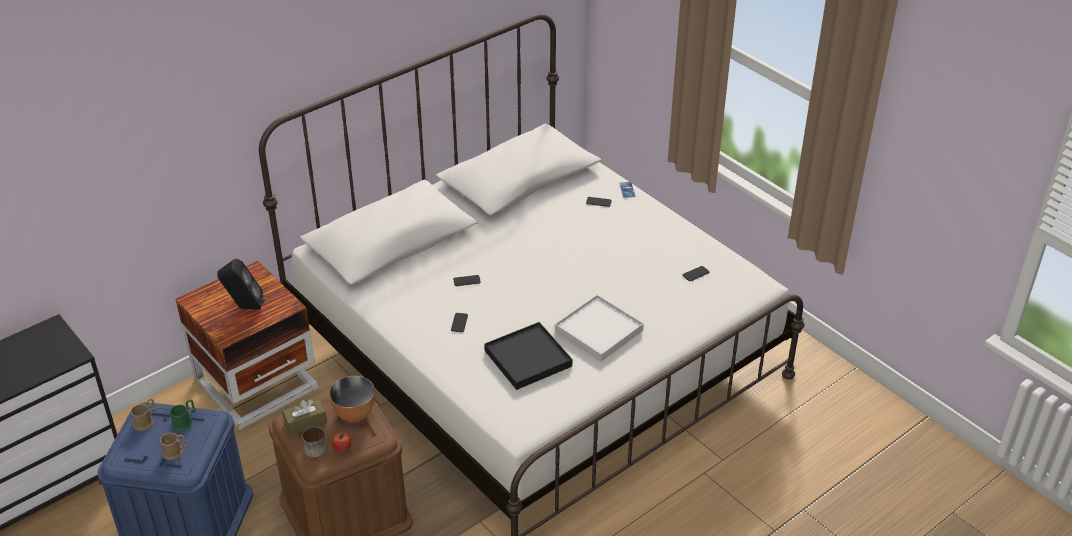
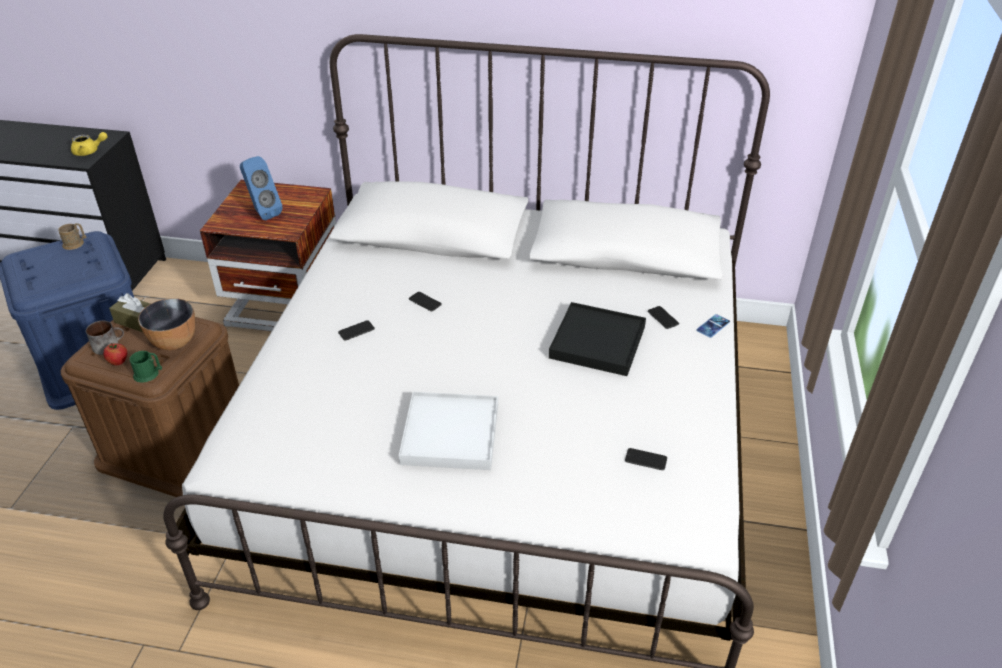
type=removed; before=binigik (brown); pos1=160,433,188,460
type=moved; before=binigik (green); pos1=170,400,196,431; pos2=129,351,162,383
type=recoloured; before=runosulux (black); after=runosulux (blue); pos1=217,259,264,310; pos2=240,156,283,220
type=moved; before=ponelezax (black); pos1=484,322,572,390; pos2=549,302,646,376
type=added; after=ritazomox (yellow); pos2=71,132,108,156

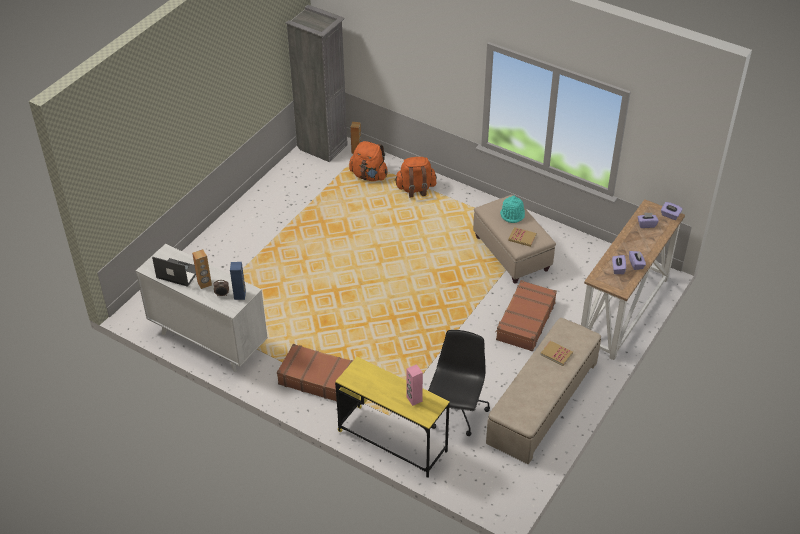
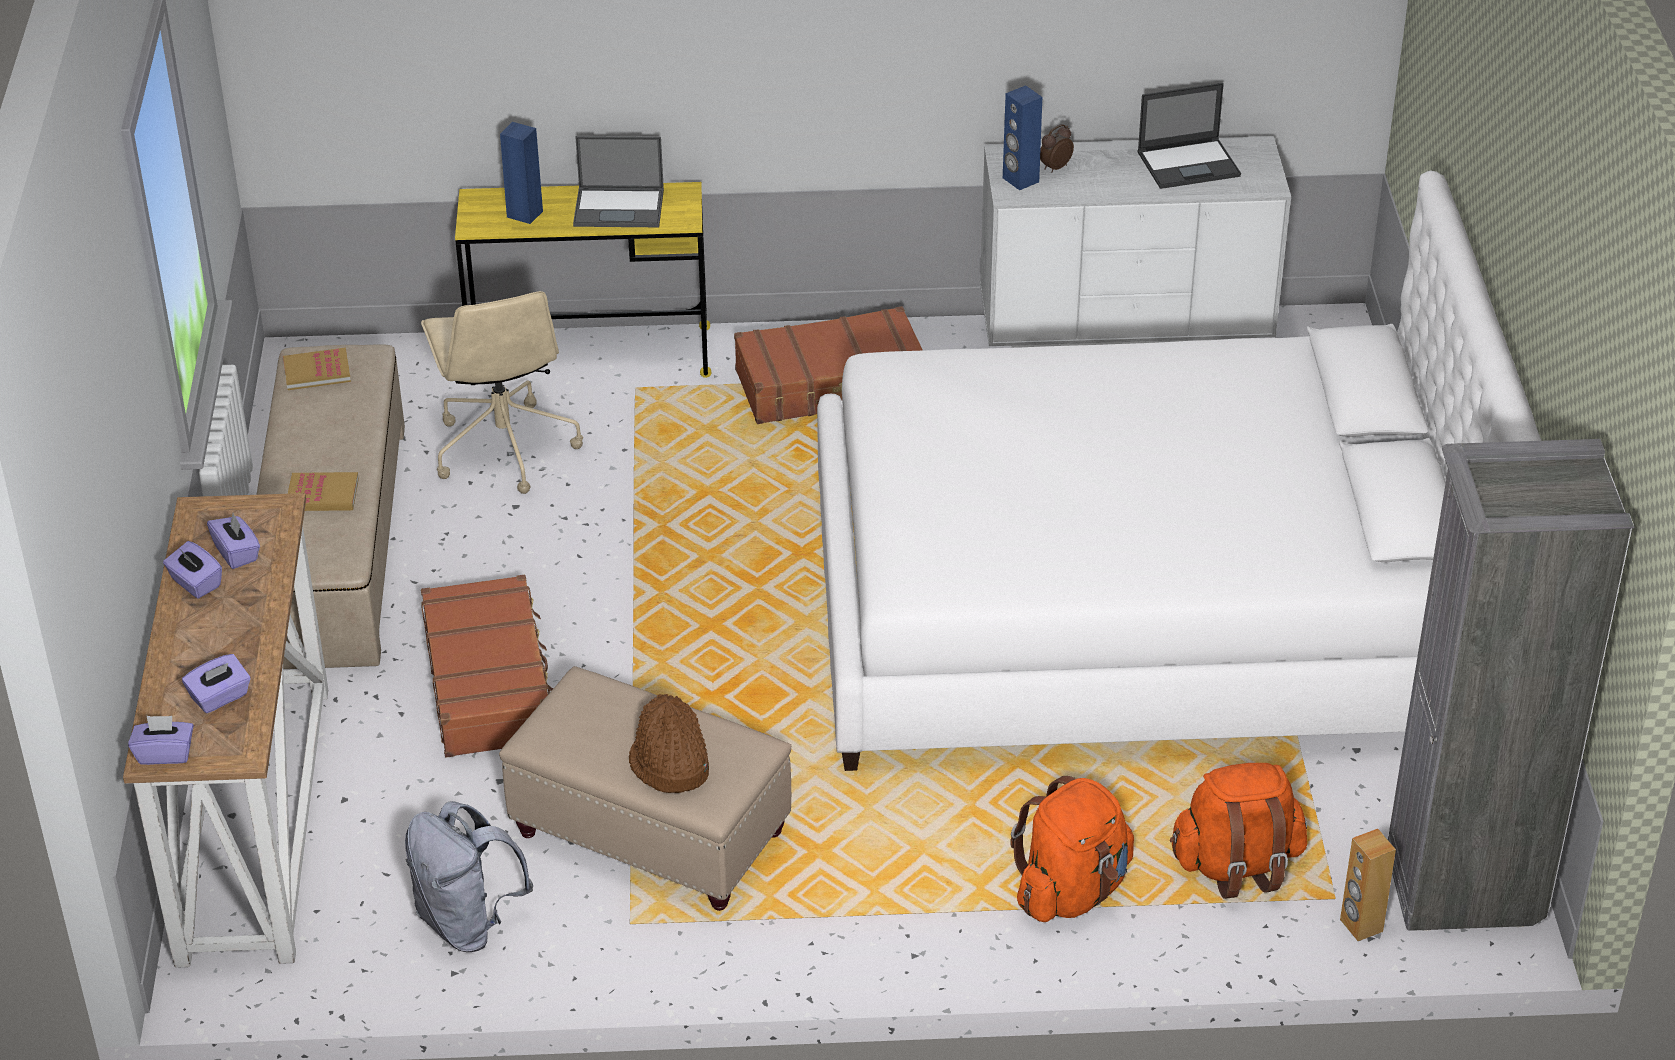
type=removed; before=runosulux (brown); pos1=192,249,212,289
type=recoloured; before=runosulux (pink); after=runosulux (blue); pos1=407,364,423,406; pos2=500,122,543,224
type=recoloured; before=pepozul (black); after=pepozul (beige); pos1=428,330,490,436; pos2=421,291,583,494
type=recoloured; before=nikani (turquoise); after=nikani (brown); pos1=500,196,525,223; pos2=629,694,709,793
type=moved; before=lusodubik; pos1=508,227,537,247; pos2=283,348,351,390
type=added; after=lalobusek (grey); pos2=405,801,533,952
type=added; after=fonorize; pos2=573,136,664,227
type=added; after=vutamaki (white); pos2=817,170,1541,771

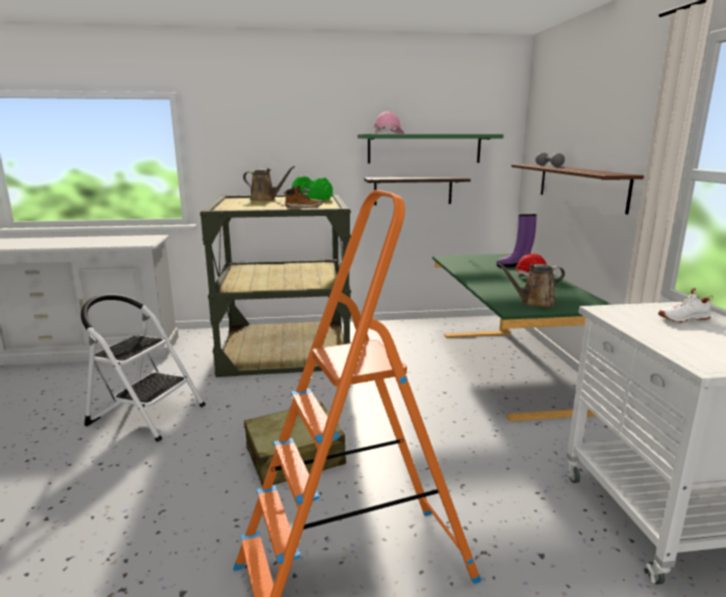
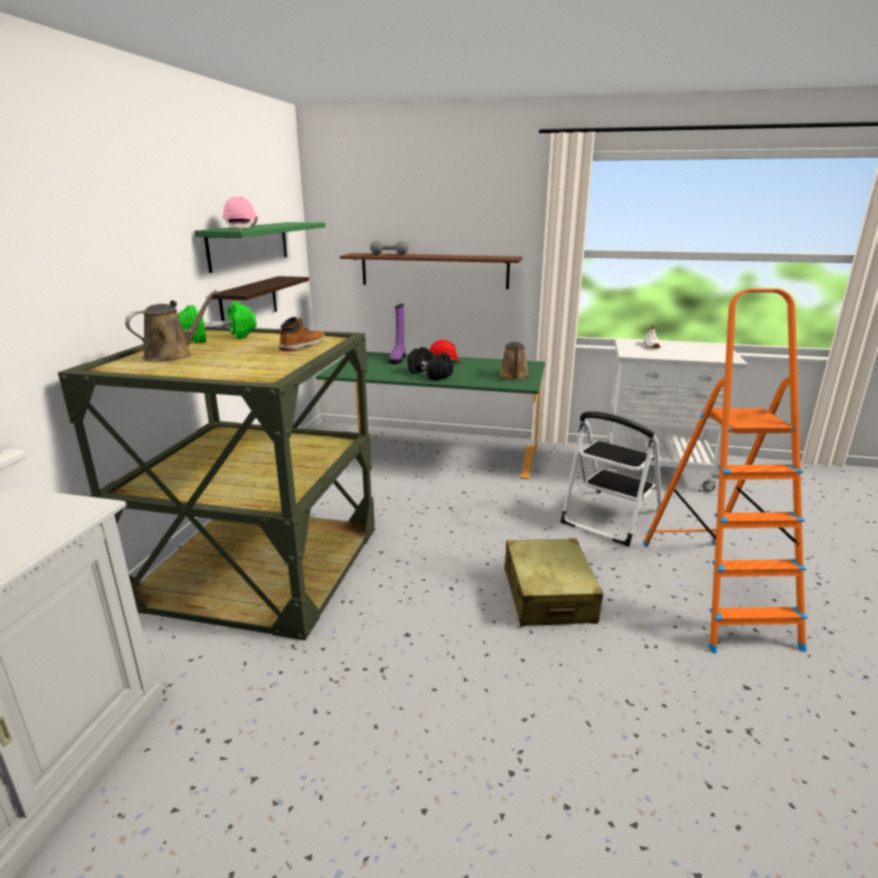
type=moved; before=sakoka; pos1=81,294,206,442; pos2=561,412,662,546
type=added; after=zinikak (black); pos2=407,347,453,381

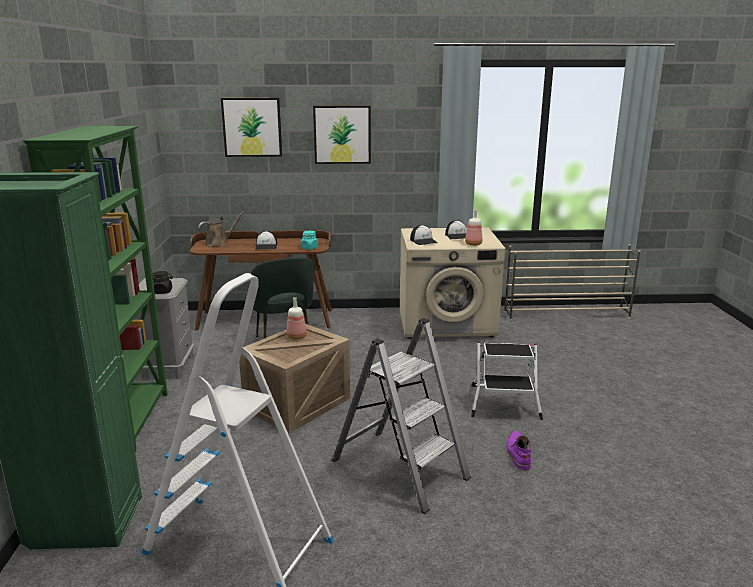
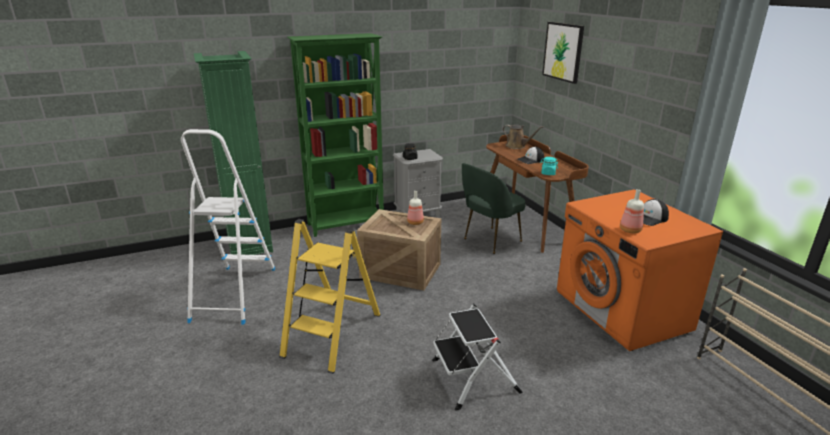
type=removed; before=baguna; pos1=313,105,371,164
type=recoloured; before=sakoka (grey); after=sakoka (yellow); pos1=332,318,471,514; pos2=279,219,381,374
type=recoloured; before=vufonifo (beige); after=vufonifo (orange); pos1=400,228,505,339; pos2=557,189,723,351
type=removed; before=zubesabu; pos1=410,225,438,245
type=removed; before=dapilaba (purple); pos1=506,431,531,470

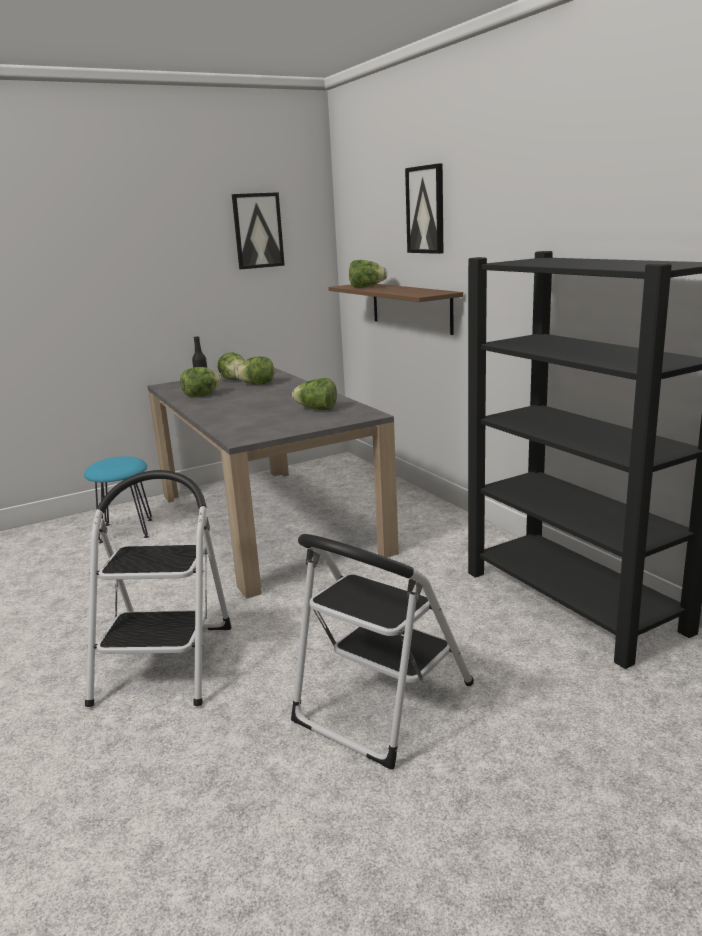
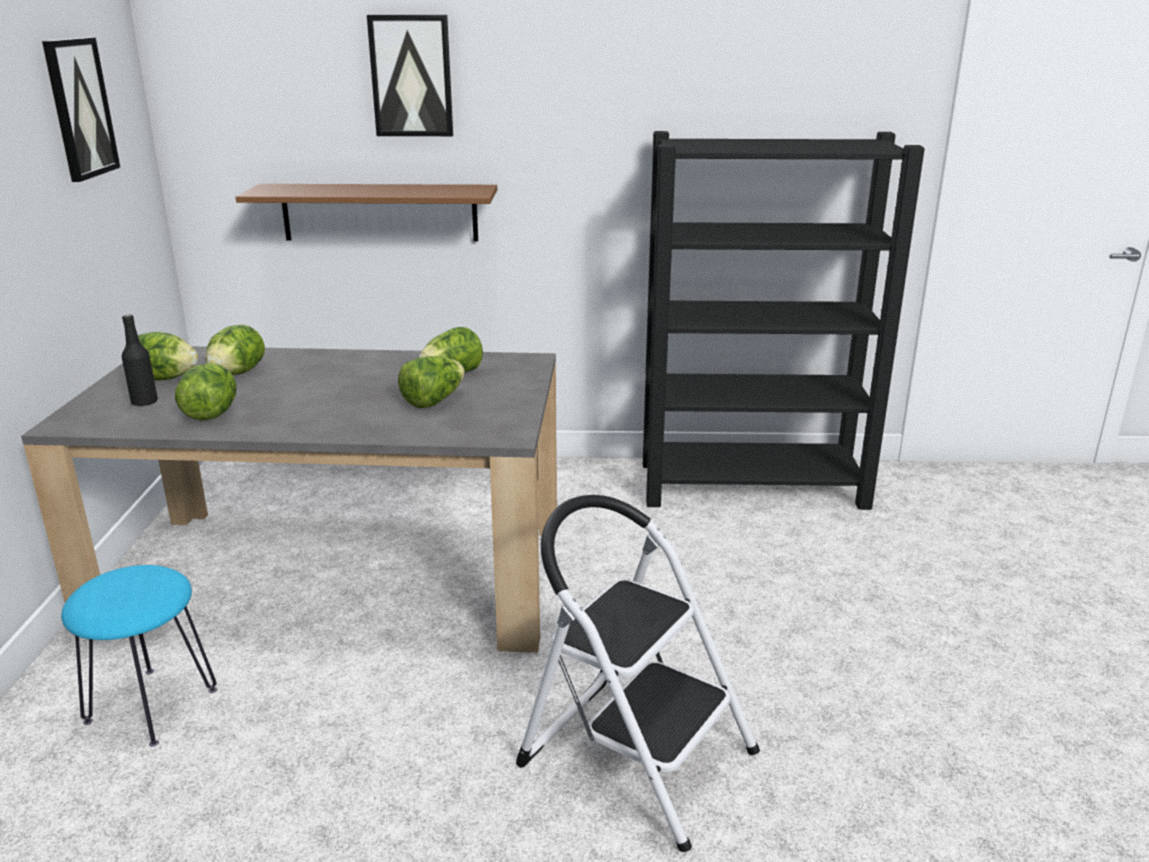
type=removed; before=sakoka; pos1=291,534,474,770
type=moved; before=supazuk; pos1=349,260,387,288; pos2=398,356,465,408

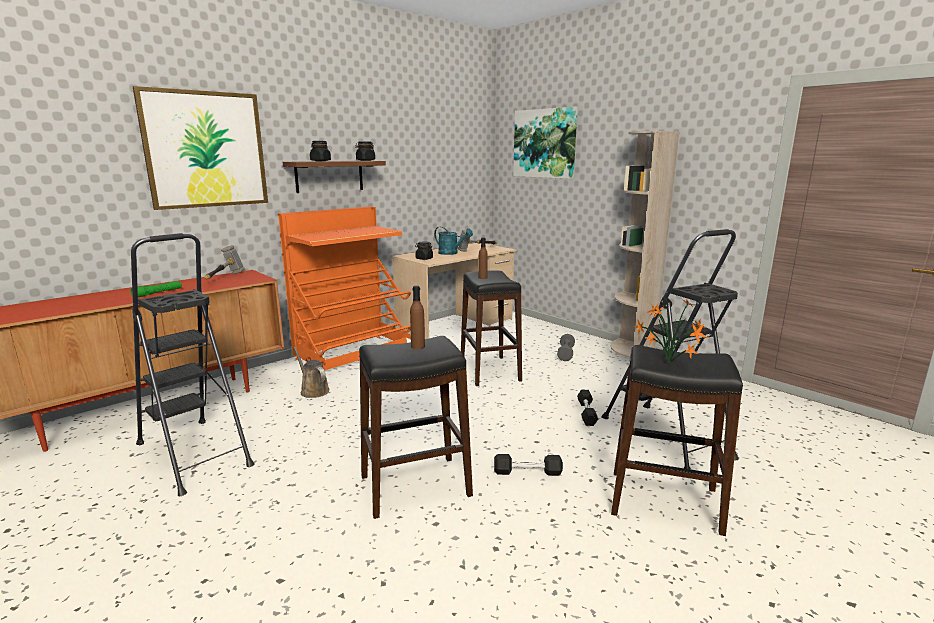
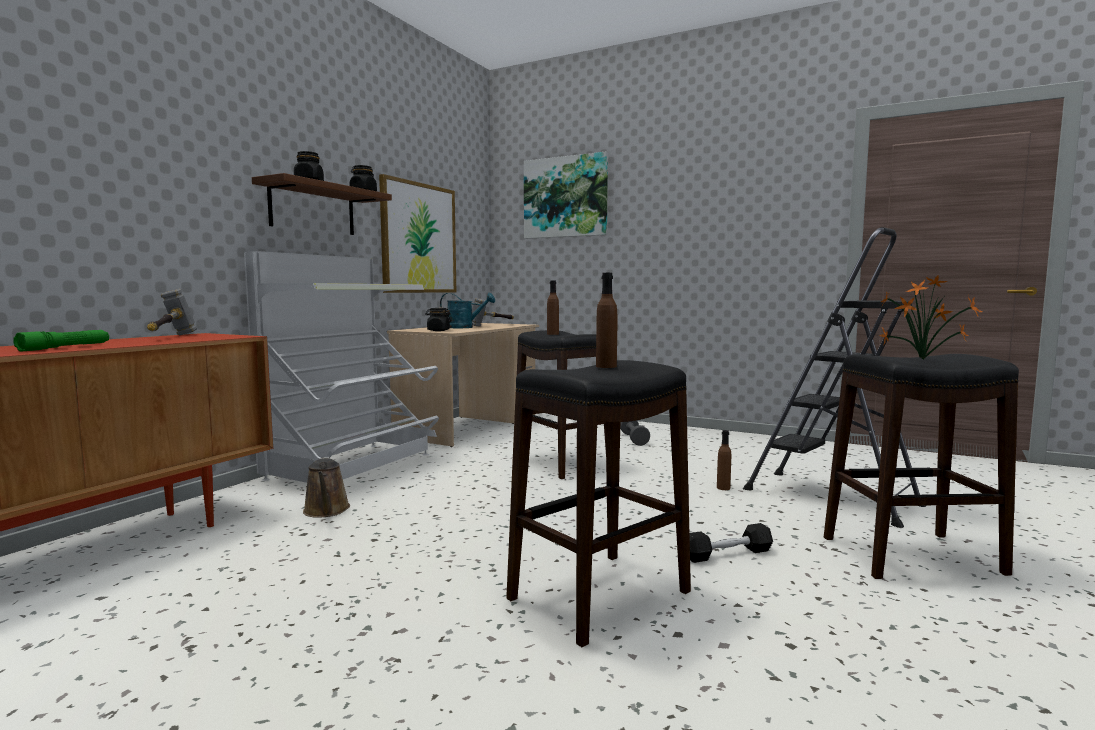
type=removed; before=sakoka; pos1=131,233,255,496
type=moved; before=baguna; pos1=133,86,268,210; pos2=379,174,456,293
type=recoloured; before=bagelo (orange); after=bagelo (white); pos1=278,206,411,370; pos2=244,251,439,483
type=turned; before=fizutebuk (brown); pos1=293,347,330,398; pos2=303,457,350,518; turn=-135
type=replaced; before=zinikak (black); after=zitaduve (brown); pos1=577,389,598,426; pos2=717,430,731,490
type=removed; before=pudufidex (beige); pos1=610,131,679,361

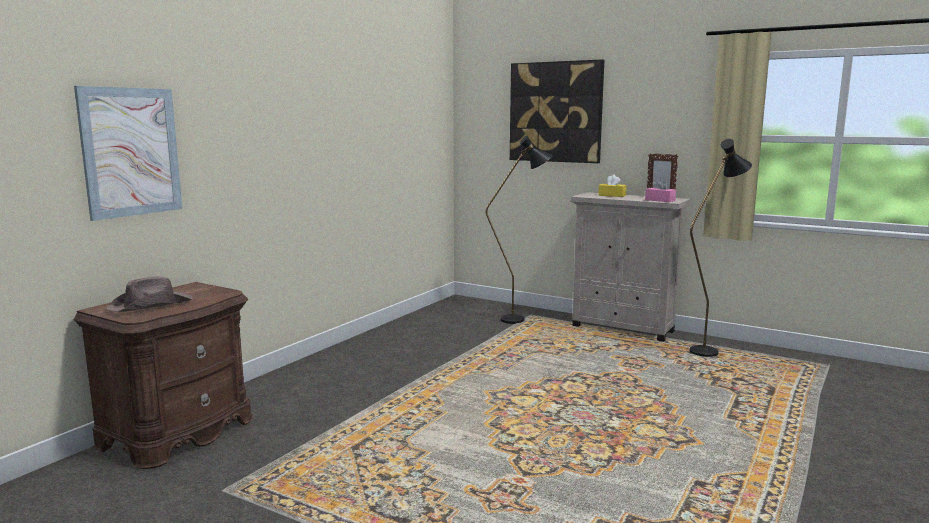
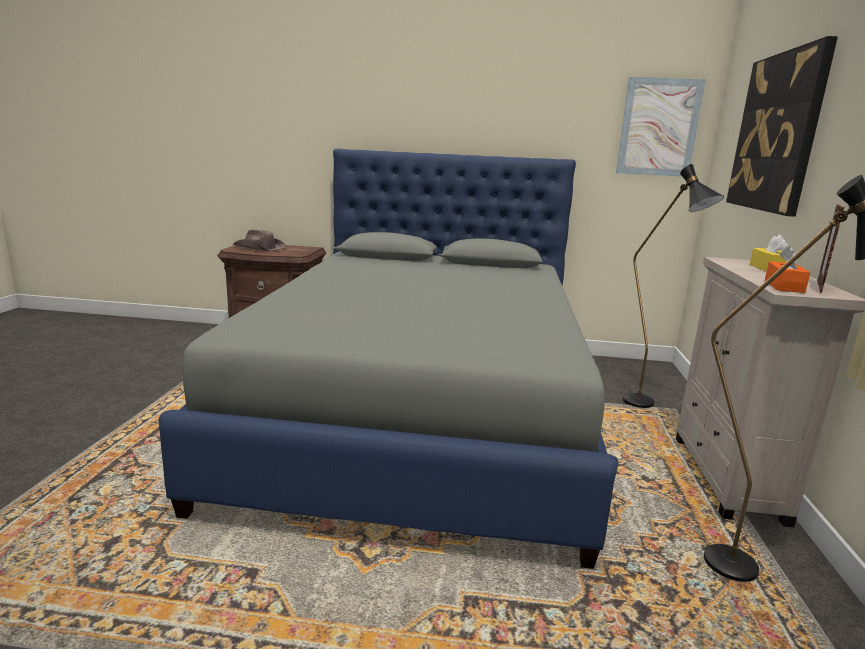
type=moved; before=baguna; pos1=74,86,182,221; pos2=616,77,706,177
type=recoloured; before=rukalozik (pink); after=rukalozik (orange); pos1=645,178,676,202; pos2=765,246,810,293
type=added; after=vutamaki (grey); pos2=159,149,619,569

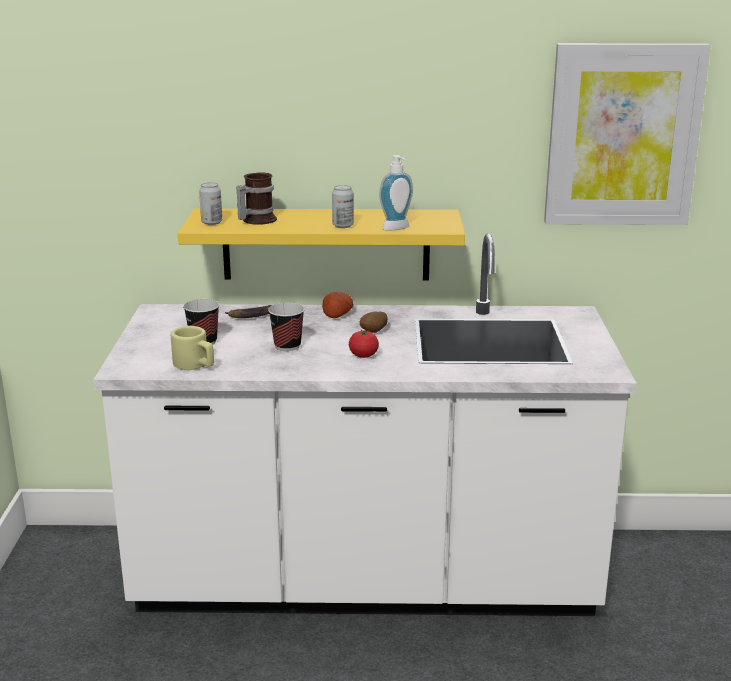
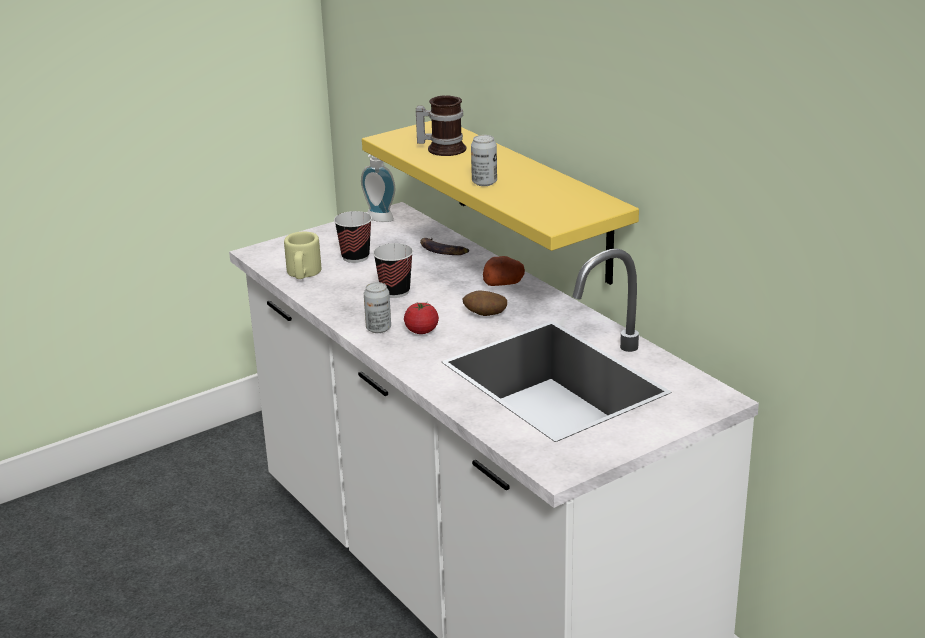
type=moved; before=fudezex; pos1=199,182,222,225; pos2=364,282,391,333
type=moved; before=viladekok; pos1=379,155,413,231; pos2=361,154,395,222
type=removed; before=baguna; pos1=544,43,711,225

